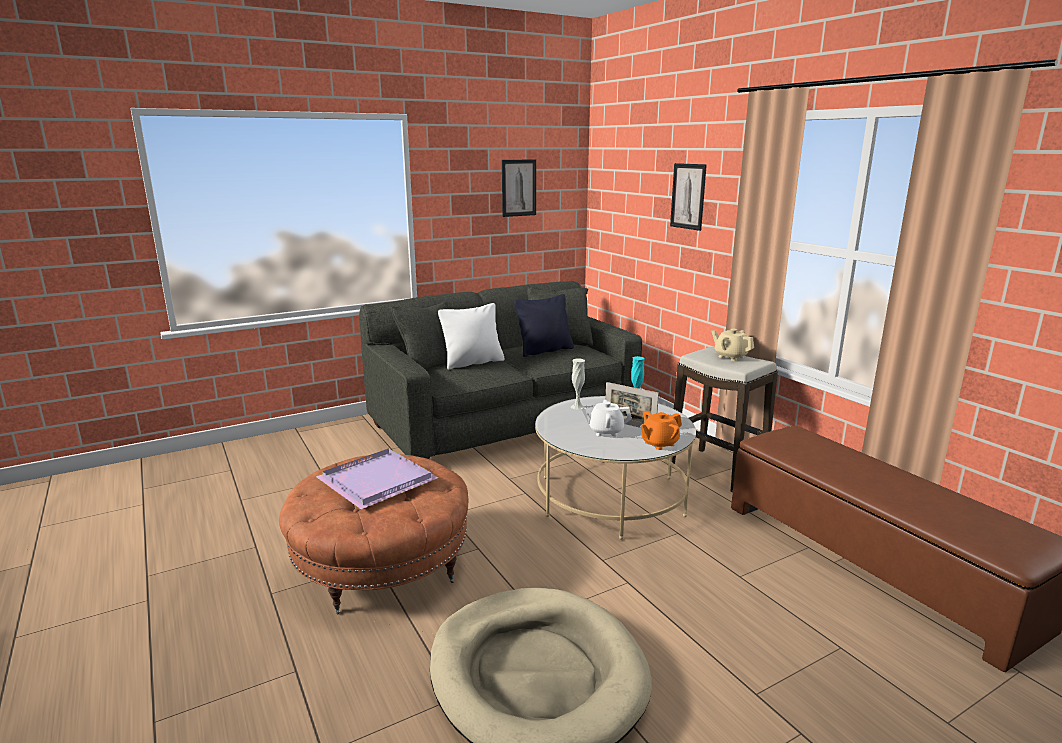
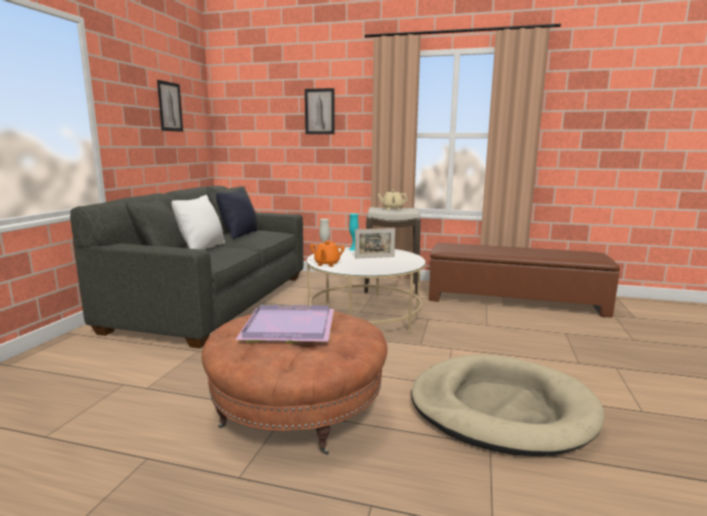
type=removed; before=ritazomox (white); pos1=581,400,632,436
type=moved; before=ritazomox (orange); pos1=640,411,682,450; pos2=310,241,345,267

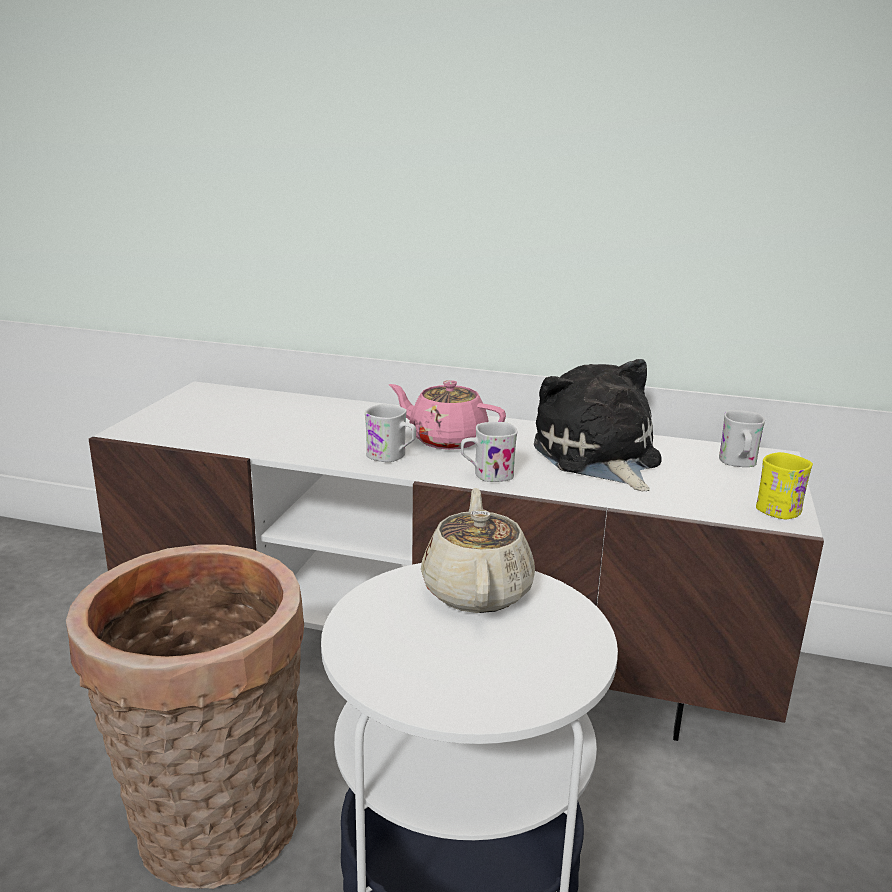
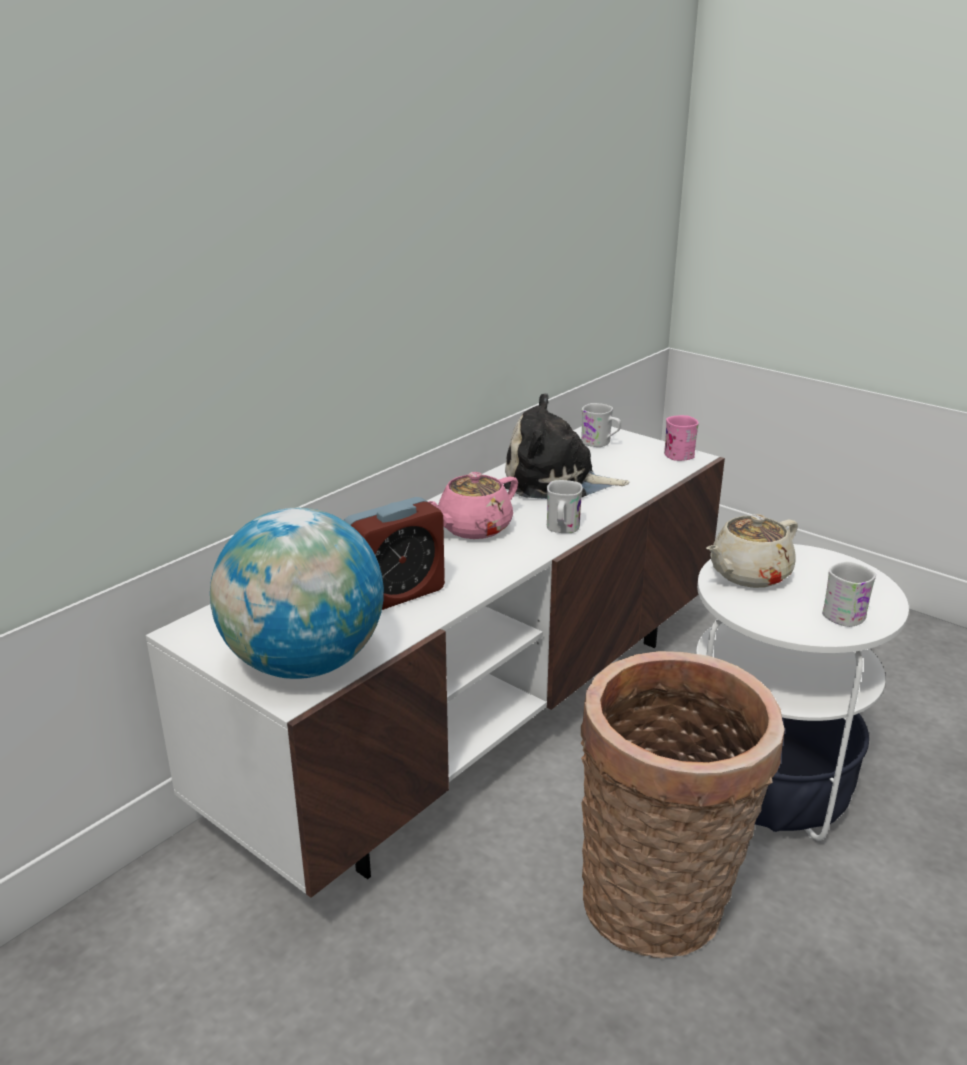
type=moved; before=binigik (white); pos1=365,404,416,462; pos2=822,562,876,627
type=turned; before=ritazomox (beige); pos1=421,488,535,613; pos2=706,514,798,588; turn=-60
type=recoloured; before=binigik (yellow); after=binigik (pink); pos1=756,452,813,519; pos2=664,415,699,461
type=added; after=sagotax; pos2=210,508,384,679
type=added; after=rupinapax; pos2=344,497,445,610

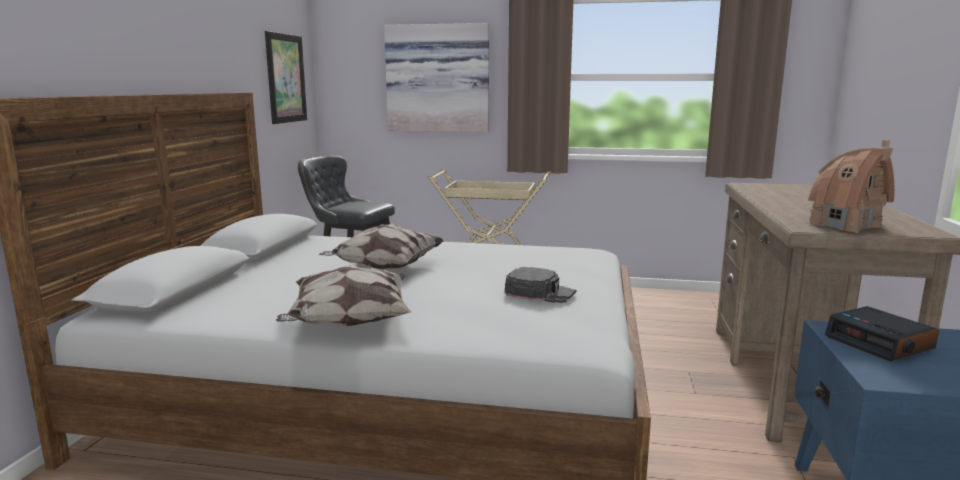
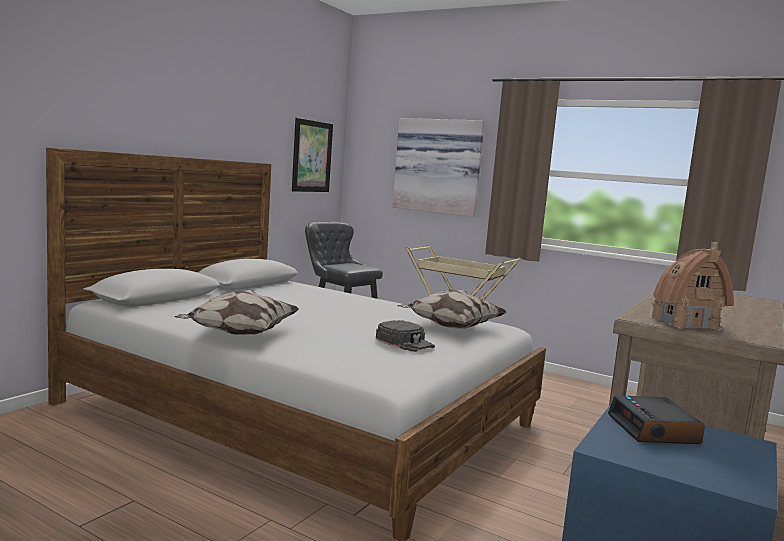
type=moved; before=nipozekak; pos1=319,224,445,269; pos2=397,290,506,329

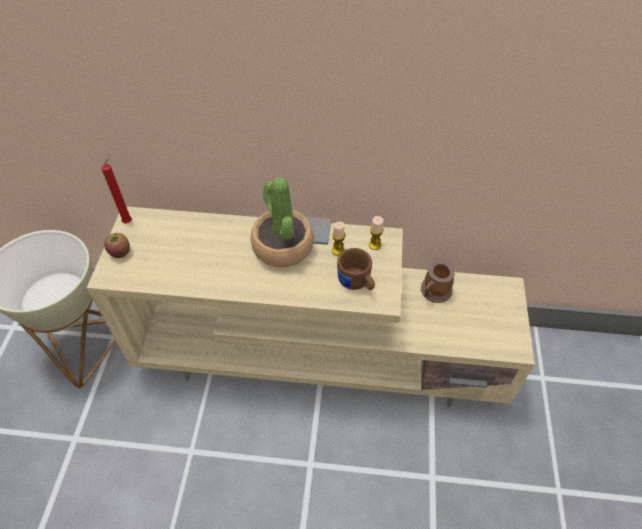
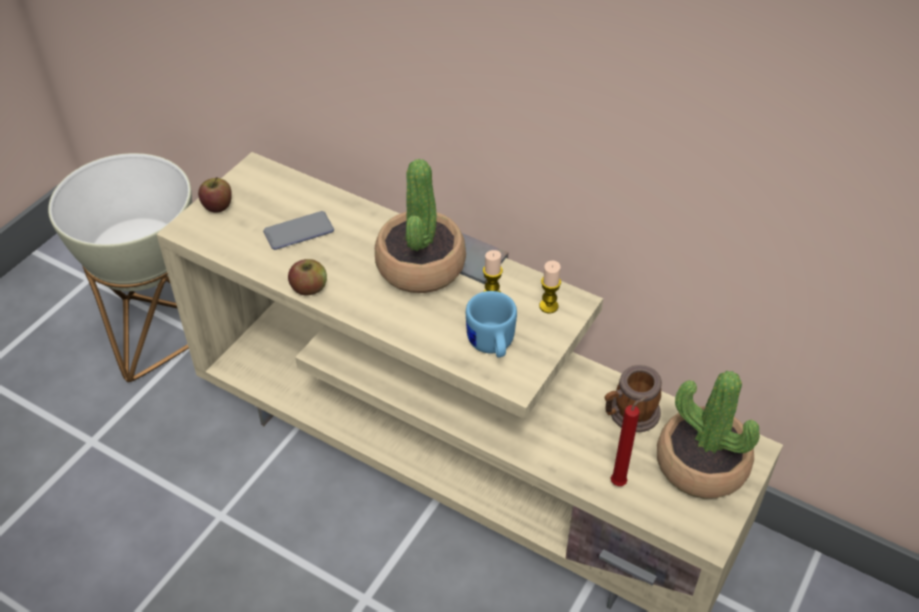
type=moved; before=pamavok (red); pos1=101,155,132,223; pos2=611,396,647,486
type=recoloured; before=binigik (brown); after=binigik (blue); pos1=337,248,375,290; pos2=466,291,517,358
type=added; after=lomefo; pos2=263,211,334,250
type=added; after=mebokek; pos2=288,259,327,295
type=added; after=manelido; pos2=657,371,760,499

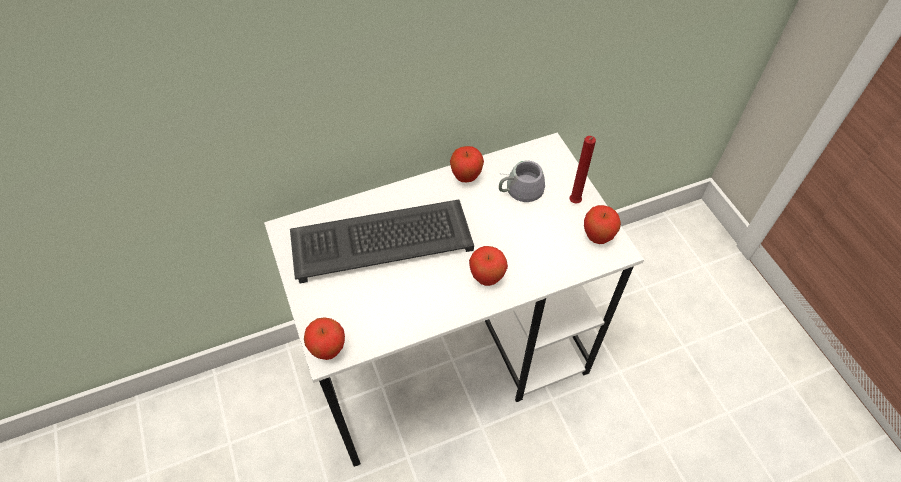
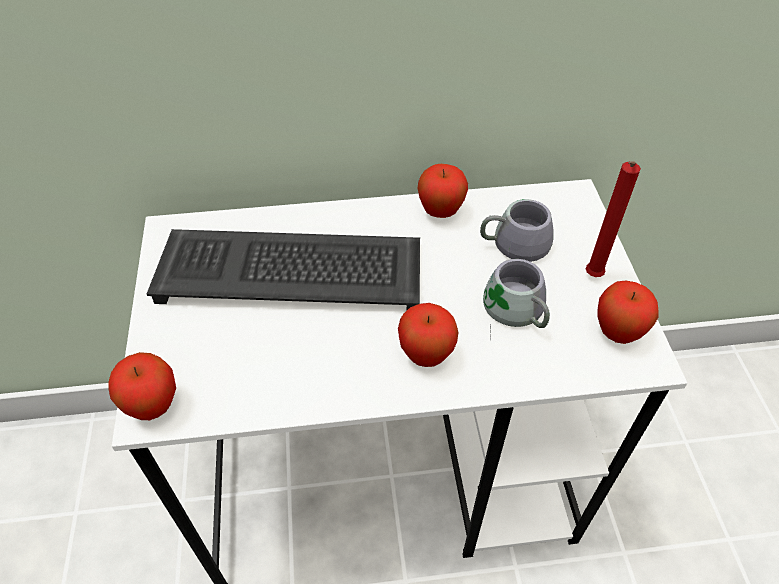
type=added; after=binigik (grey); pos2=483,259,550,341

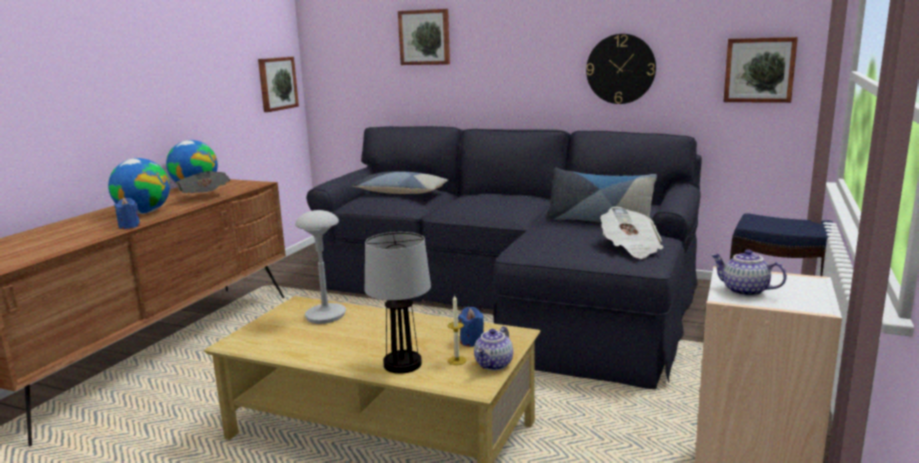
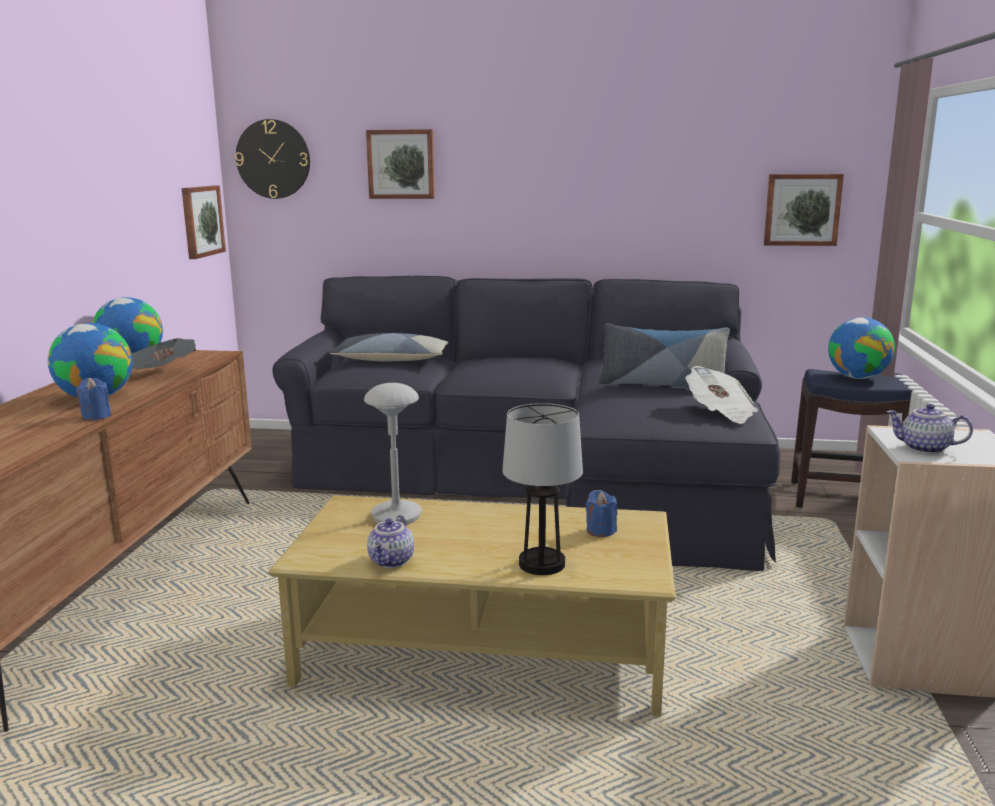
type=removed; before=pamavok; pos1=448,295,466,365
type=moved; before=ritazomox; pos1=474,326,513,371; pos2=367,515,414,568
type=moved; before=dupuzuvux; pos1=586,34,656,104; pos2=235,119,310,199
type=added; after=sagotax; pos2=828,318,895,379

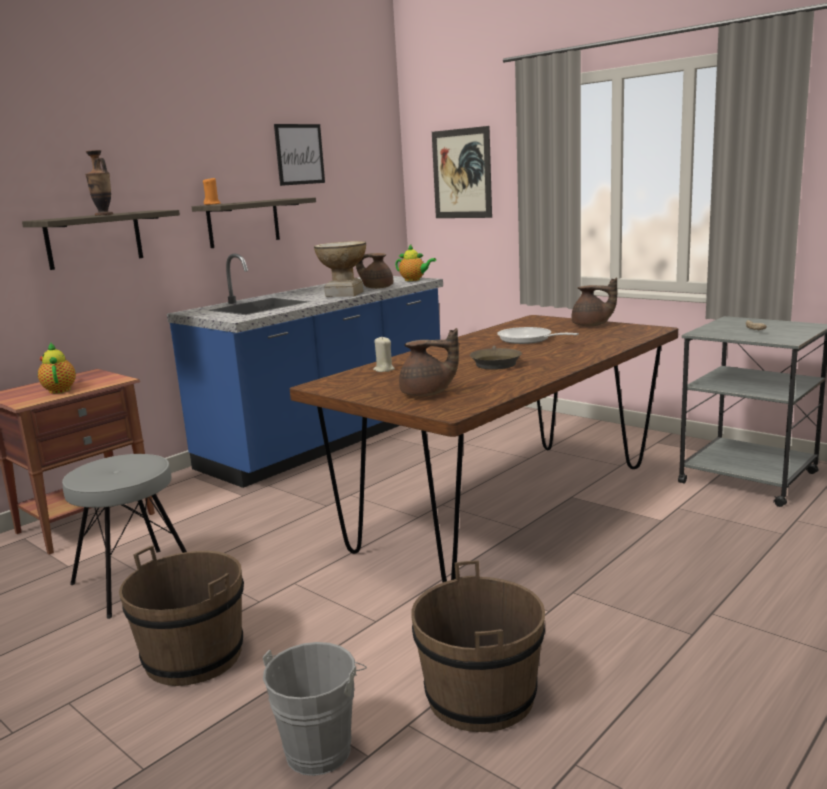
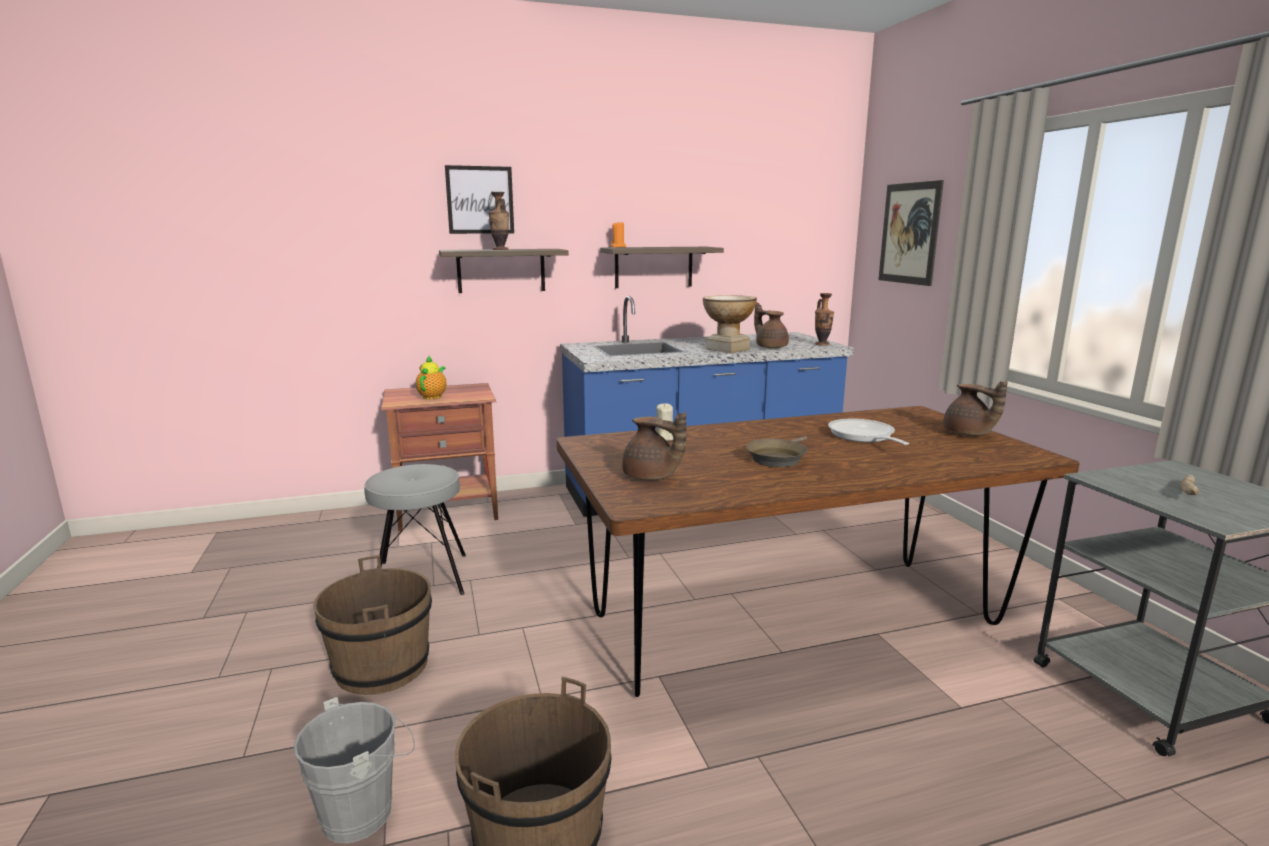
type=moved; before=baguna; pos1=274,124,325,186; pos2=445,165,514,234
type=replaced; before=ritazomox; after=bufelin; pos1=395,245,436,281; pos2=815,293,834,346

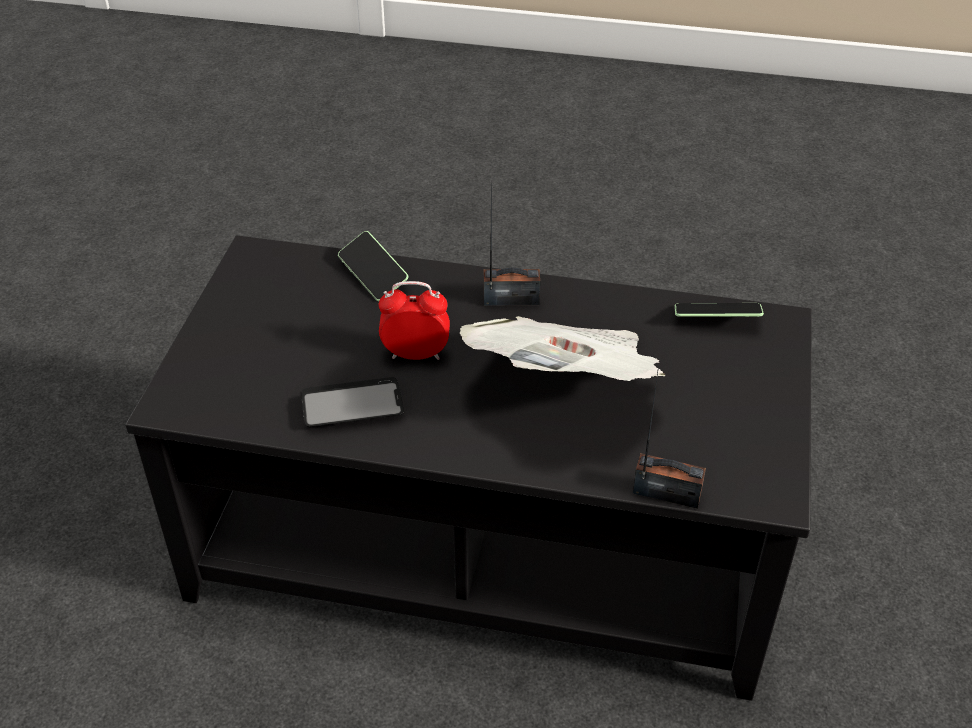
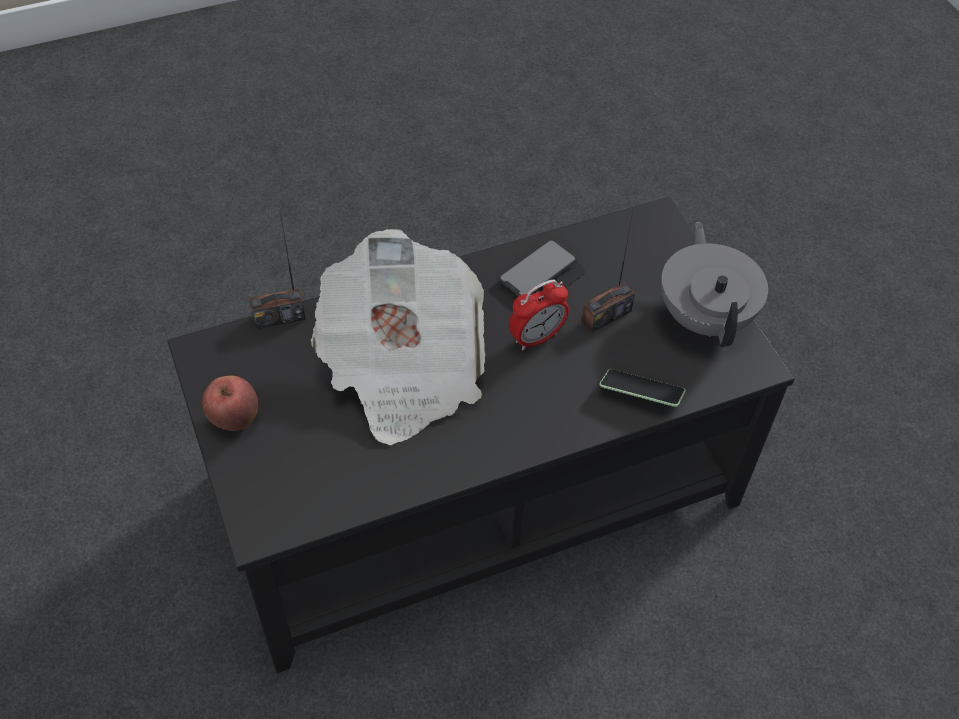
type=moved; before=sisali; pos1=484,181,540,305; pos2=581,212,635,333
type=removed; before=lomefo; pos1=675,303,764,317
type=added; after=mebokek; pos2=202,376,259,431
type=added; after=ritazomox (grey); pos2=661,222,768,347

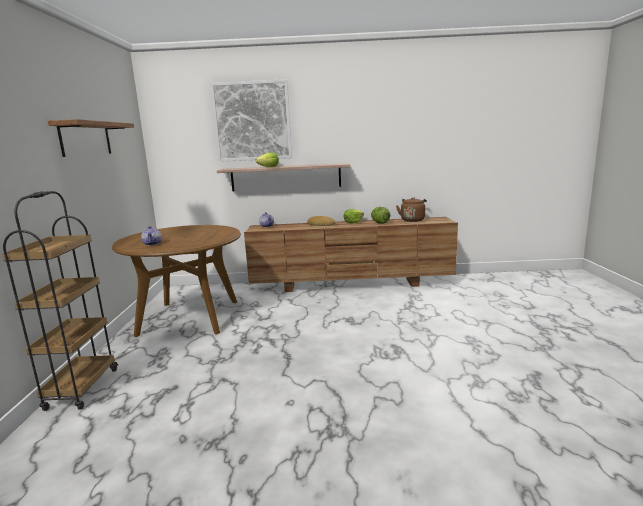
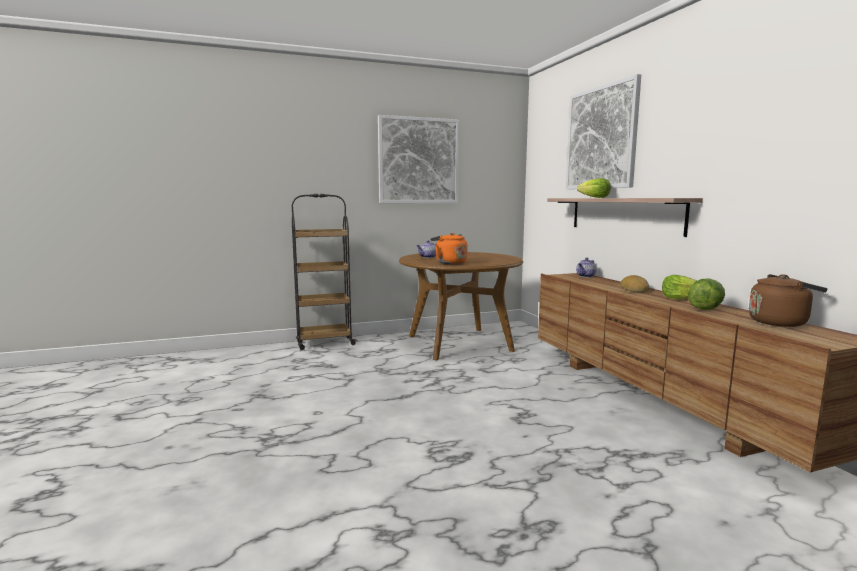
type=replaced; before=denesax; after=baguna; pos1=48,119,134,157; pos2=378,115,459,203
type=added; after=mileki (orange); pos2=430,233,468,264

